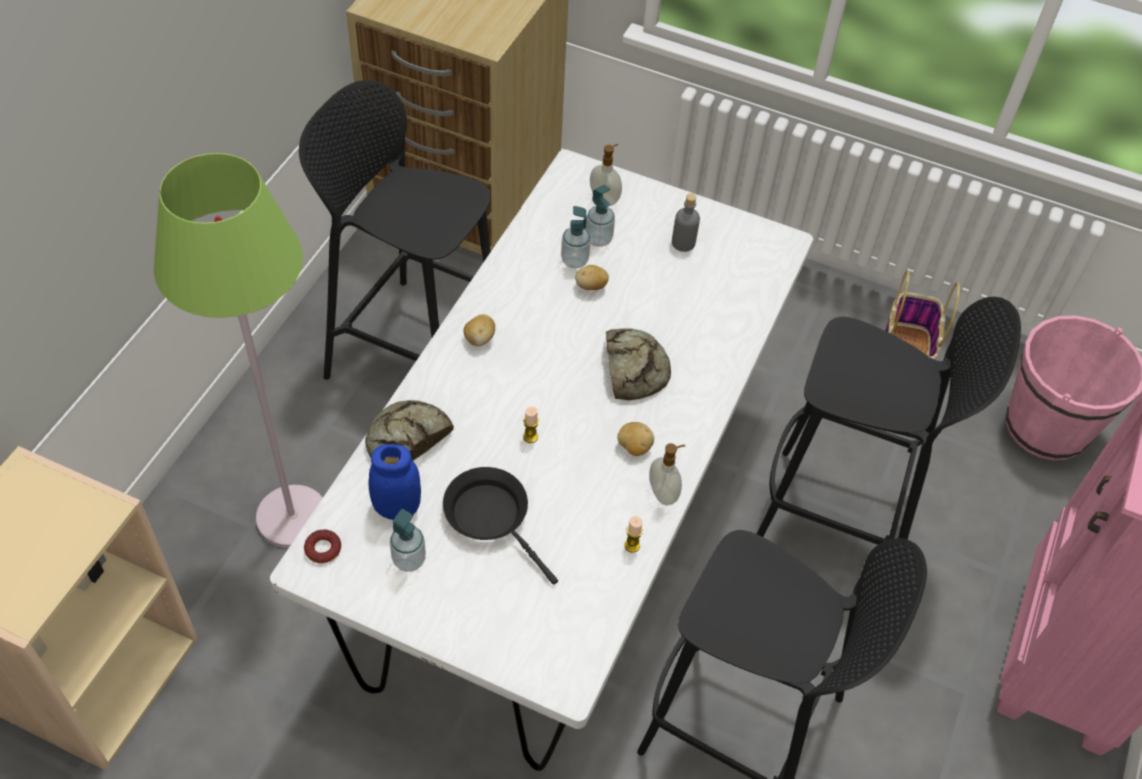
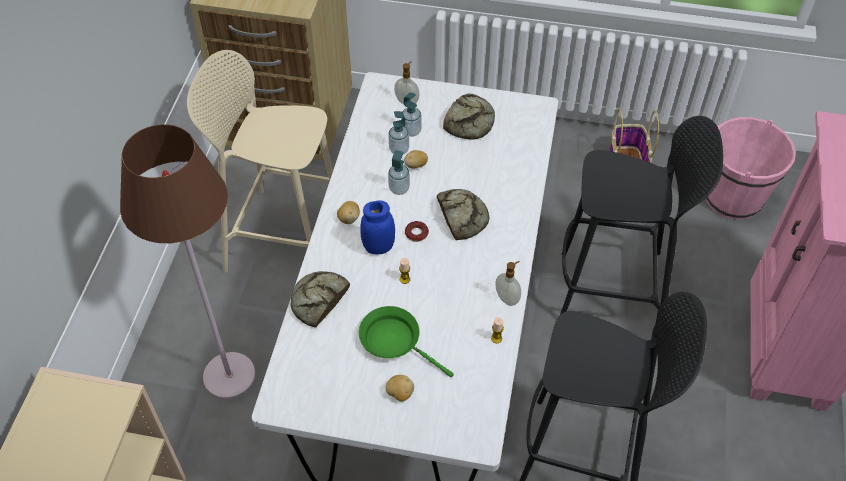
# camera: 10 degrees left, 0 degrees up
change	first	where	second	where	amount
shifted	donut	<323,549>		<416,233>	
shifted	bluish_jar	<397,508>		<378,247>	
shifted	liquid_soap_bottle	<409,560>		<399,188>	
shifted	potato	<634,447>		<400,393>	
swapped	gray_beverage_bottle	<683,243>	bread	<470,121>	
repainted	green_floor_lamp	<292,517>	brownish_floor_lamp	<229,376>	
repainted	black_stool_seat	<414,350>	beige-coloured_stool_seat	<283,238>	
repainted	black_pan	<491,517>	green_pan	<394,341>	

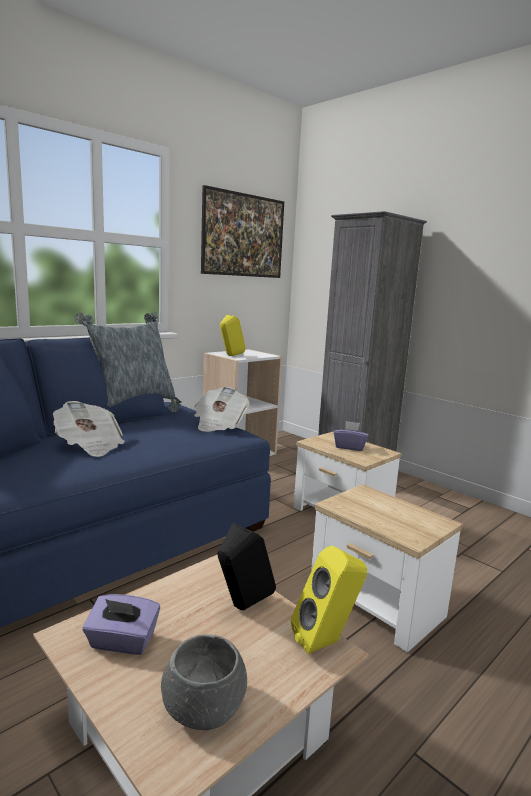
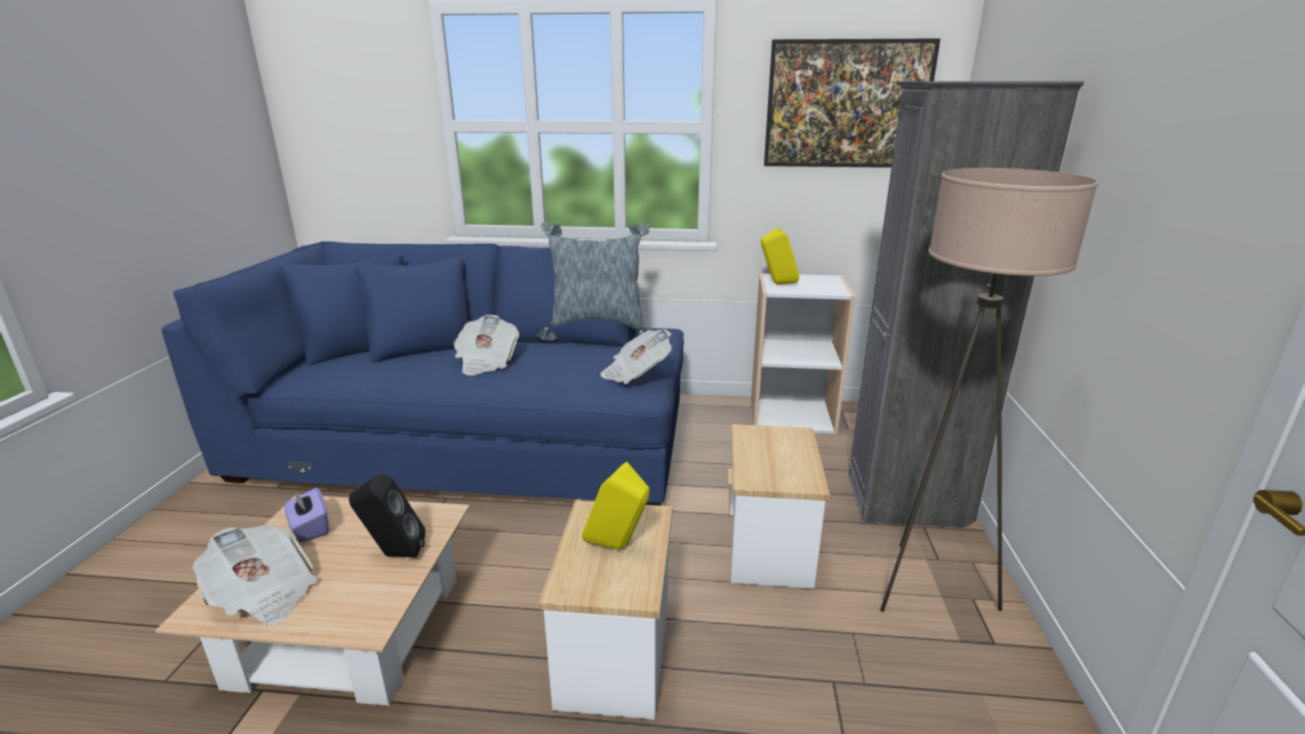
# camera: 50 degrees right, 10 degrees up
change	first	where	second	where	amount
gone	purple_tissue_box	<350,447>			
new			beige-coloured_floor_lamp	<927,587>	
shifted	yellowish_loudspeaker	<327,642>		<618,547>	
swapped	gray_bowl	<204,705>	printed_paper	<264,595>	

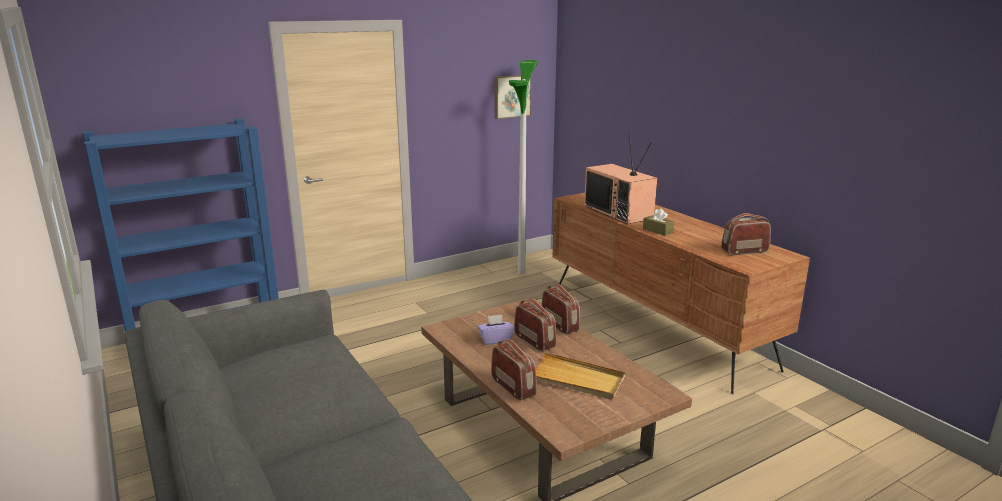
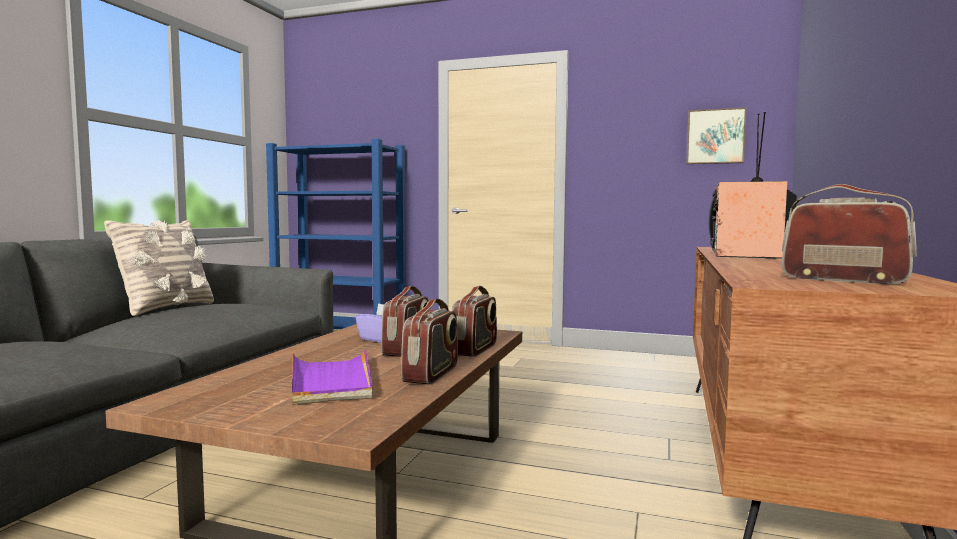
# camera: 50 degrees right, 15 degrees down
change	first	where	second	where	amount
gone	floor_lamp	<521,272>			
gone	brownish_tissue_box	<657,230>			
new			beige-coloured_cushion	<166,308>	
shifted	radio_receiver	<513,387>		<432,374>	
repainted	beige-coloured_serving_tray	<576,379>	purple_serving_tray	<331,380>	

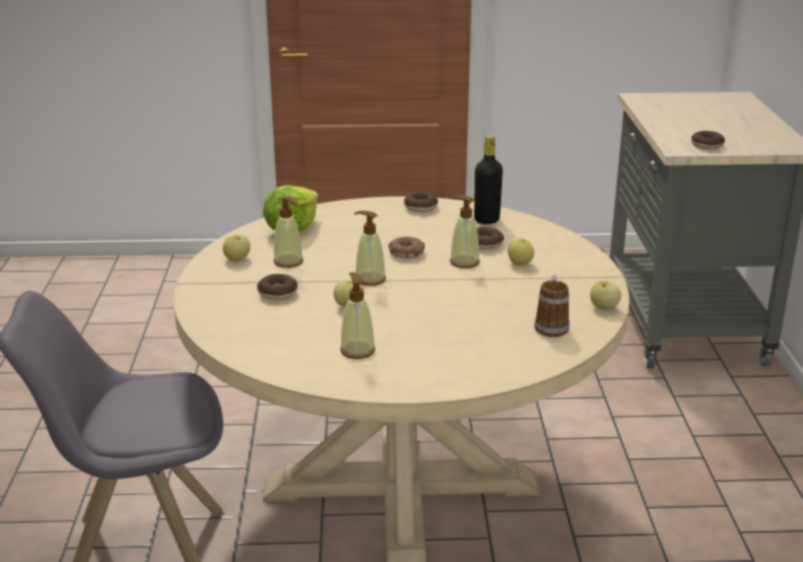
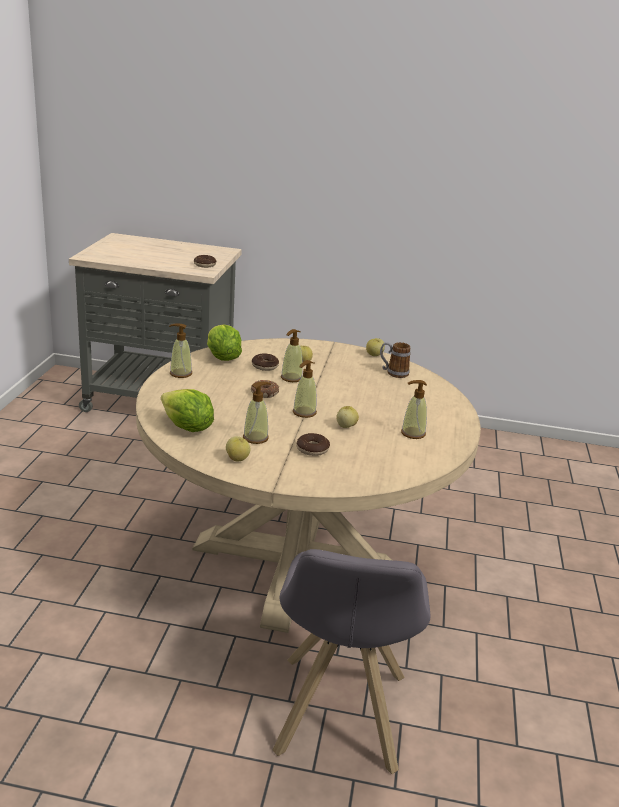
# camera: 80 degrees left, 0 degrees up
change	first	where	second	where	amount
swapped	donut	<420,207>	liquid_soap_bottle	<180,373>	
swapped	black_beverage_bottle	<486,220>	head_of_lettuce	<222,357>	

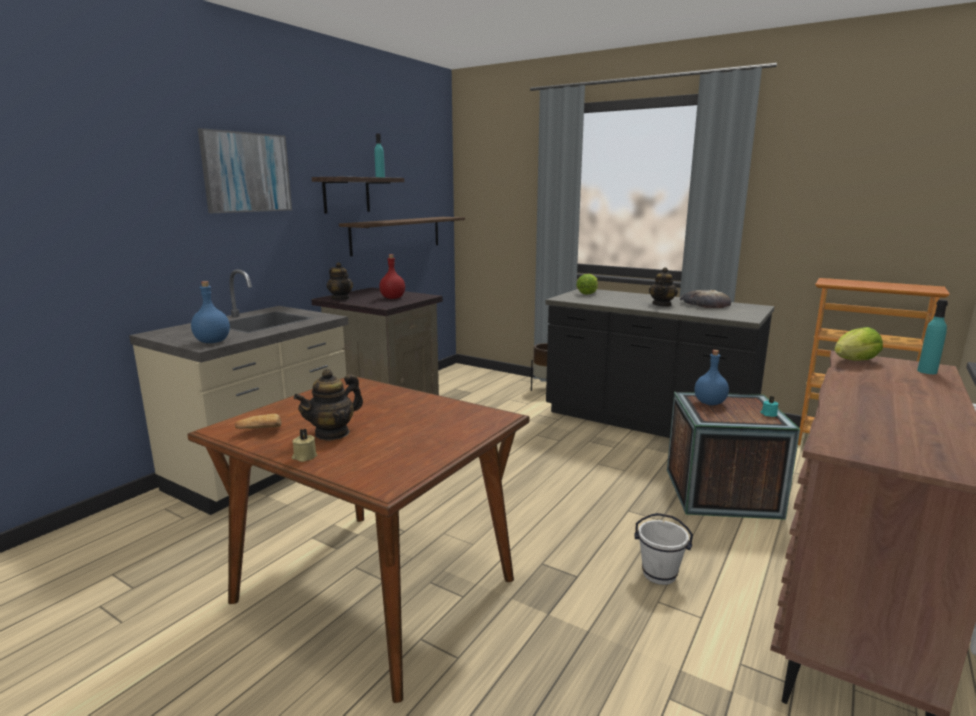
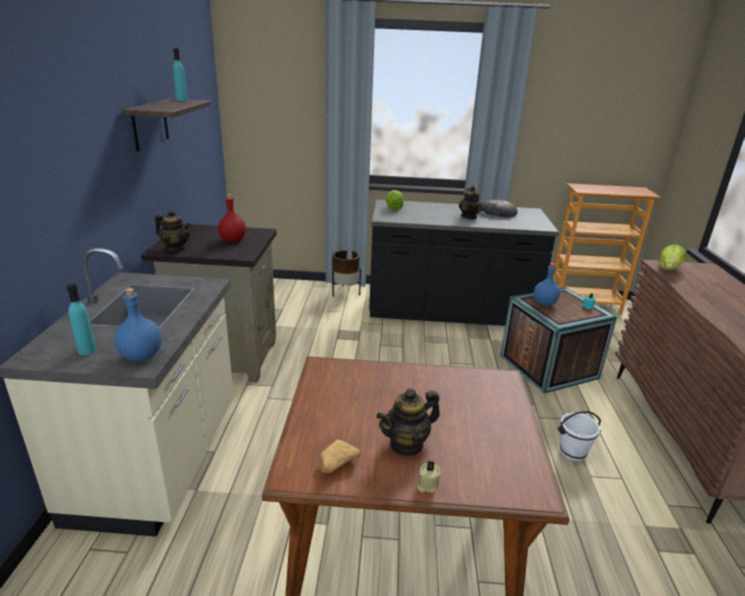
# camera: 30 degrees left, 10 degrees up
change	first	where	second	where	amount
gone	wall_art	<246,172>			
gone	wall_shelf	<396,235>			
shifted	turquoise-coloured_beverage_bottle	<927,371>		<87,350>	
rotated	teapot	<332,433>		<407,444>	45 degrees clockwise

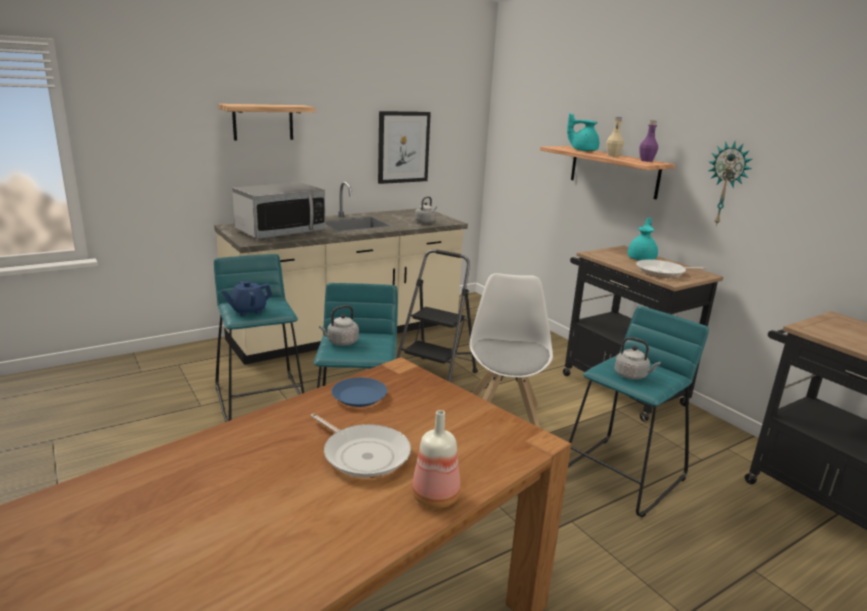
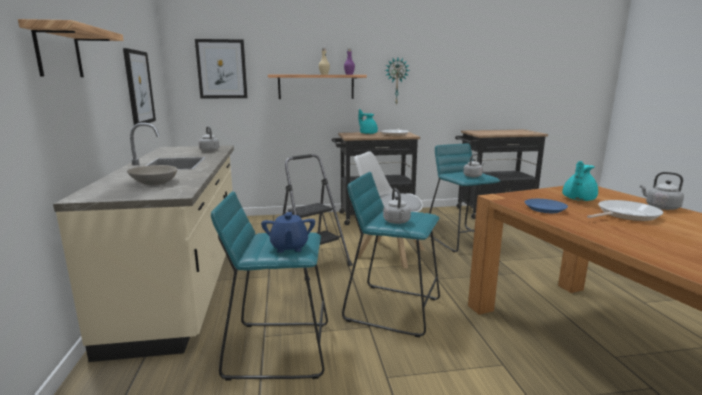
# camera: 65 degrees left, 5 degrees down
change	first	where	second	where	amount
new			wall_art	<222,69>	
shifted	turquoise-coloured_teapot	<583,150>		<577,199>	
swapped	microwave_oven	<280,231>	gray_bowl	<154,182>	
swapped	beverage_bottle	<434,496>	gray_water_kettle	<660,207>	

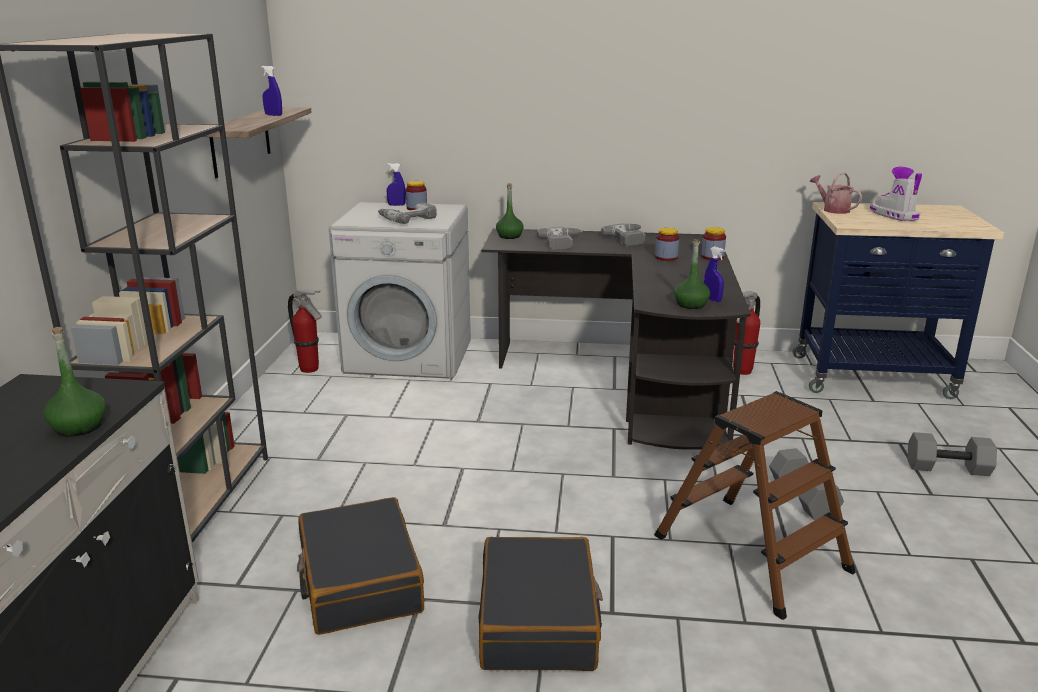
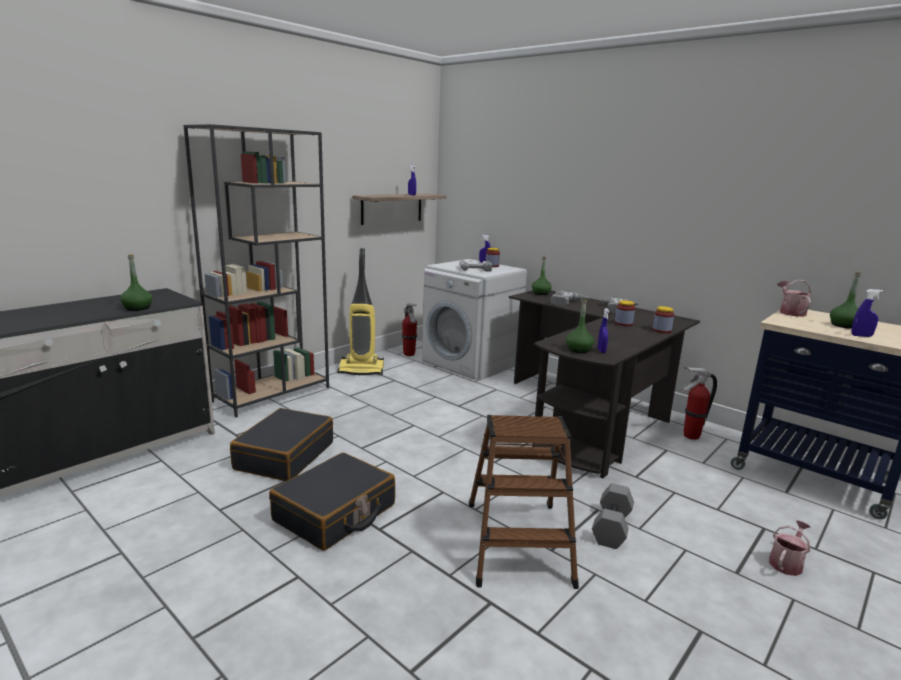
# camera: 35 degrees right, 5 degrees down
change	first	where	second	where	amount
new			hoover	<362,370>	
new			bluish_sprayer	<861,336>	
swapped	high-top_boot	<893,215>	green_beverage_bottle	<844,325>	
swapped	gray_hand_weight	<948,467>	watering_pot	<787,563>	

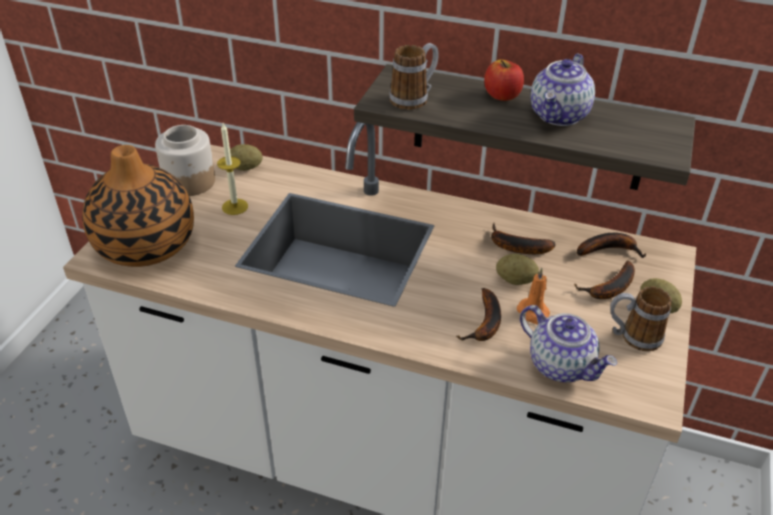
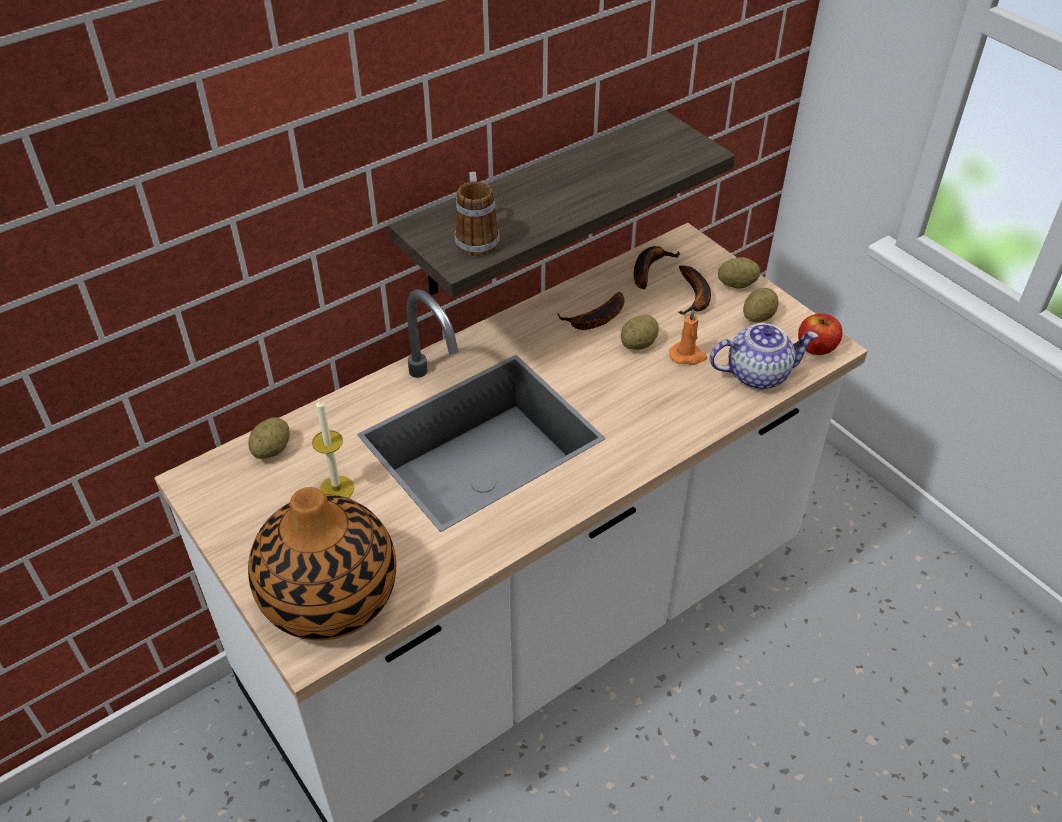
# camera: 55 degrees left, 5 degrees up
change	first	where	second	where	amount
gone	jar	<188,181>			
gone	whole_banana	<485,324>			
gone	teapot	<559,116>			
shifted	apple_fruit	<502,96>		<816,347>	
swapped	mug	<633,337>	potato	<758,317>	

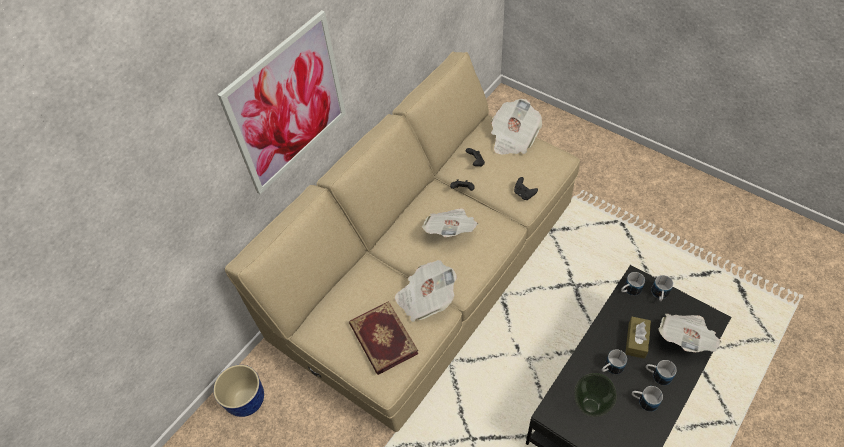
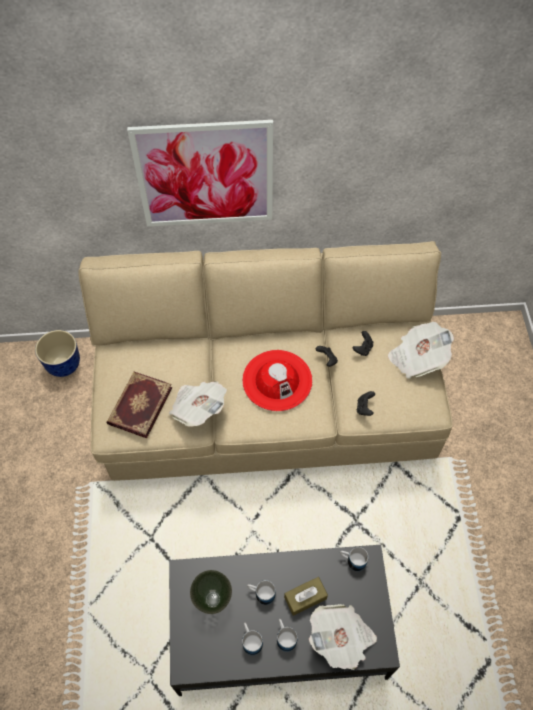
# camera: 45 degrees right, 5 degrees up
change	first	where	second	where	amount
gone	mug	<659,295>			
swapped	printed_paper	<451,231>	red-coloured_hat	<277,380>	

